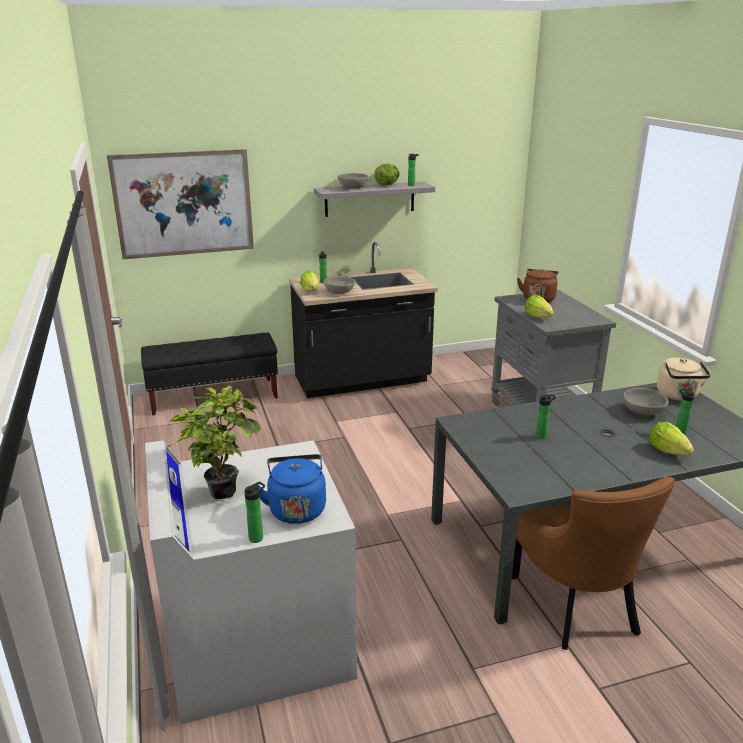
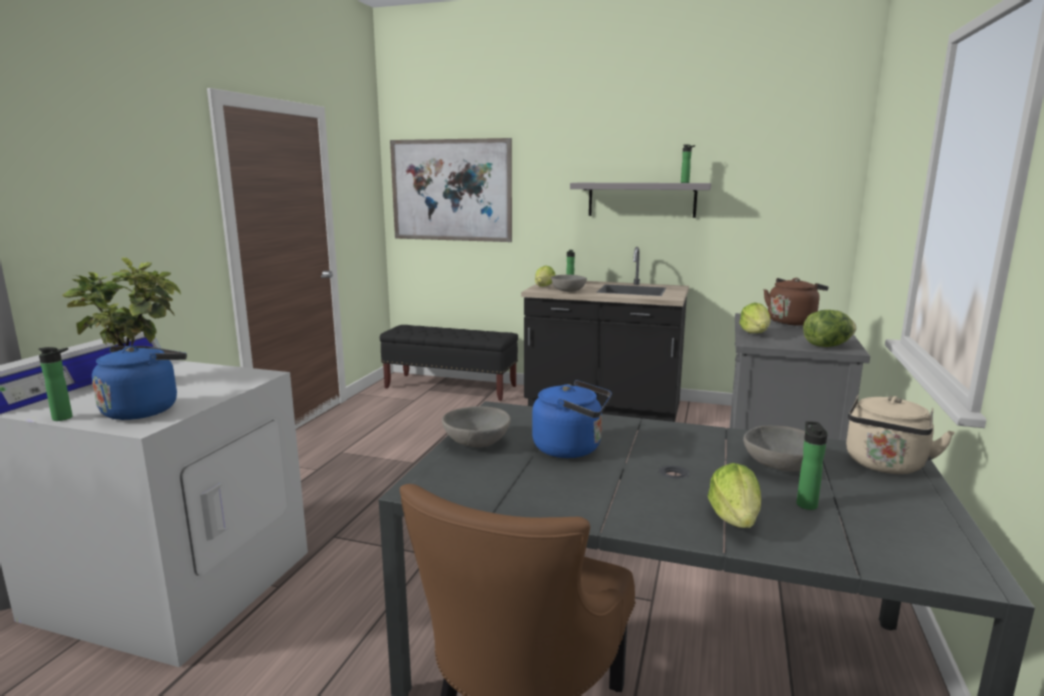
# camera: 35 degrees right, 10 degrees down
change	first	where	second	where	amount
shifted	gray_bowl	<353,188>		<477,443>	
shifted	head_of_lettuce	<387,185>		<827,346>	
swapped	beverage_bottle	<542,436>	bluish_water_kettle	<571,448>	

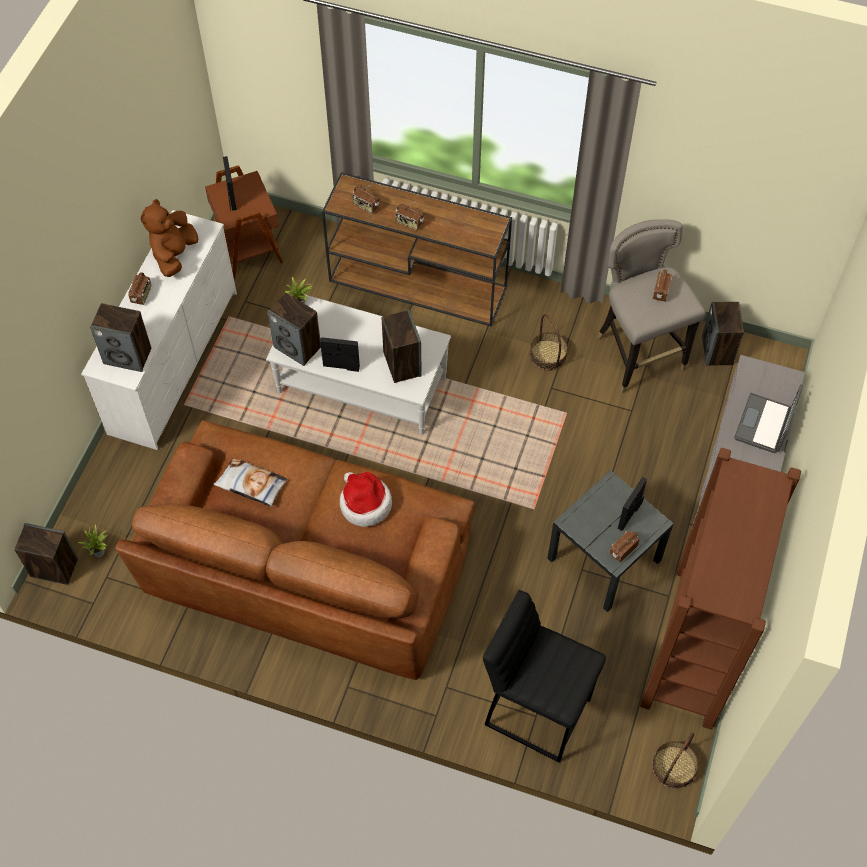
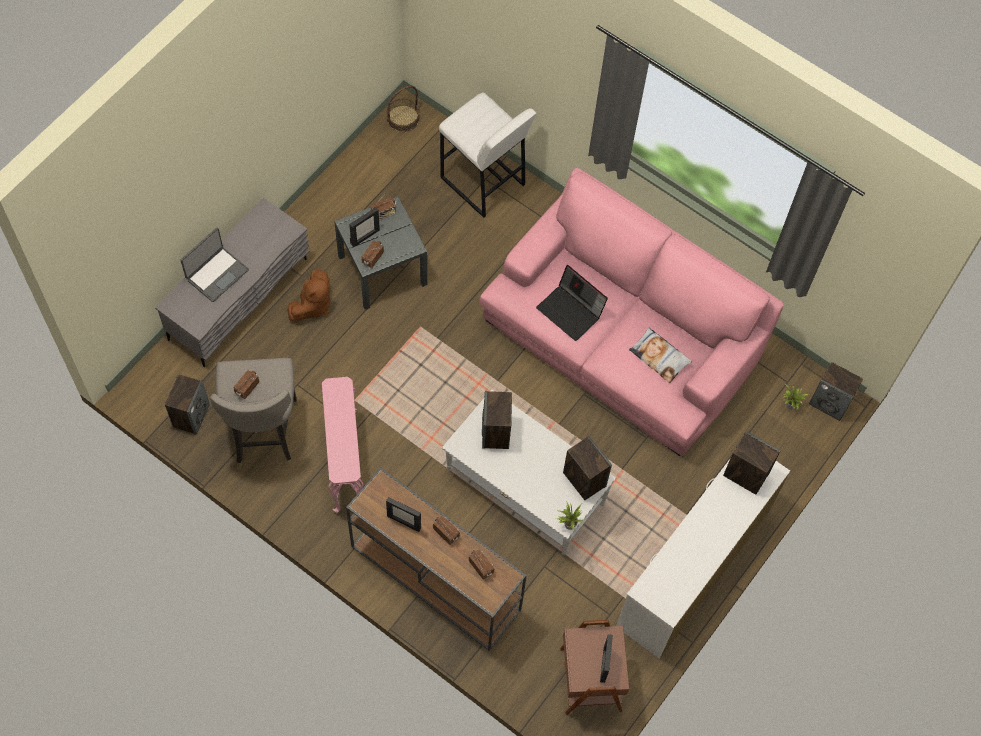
# camera: 165 degrees left, 5 degrees up
change	first	where	second	where	amount
gone	brownish_shelving_unit	<694,646>			
shifted	radio_receiver	<142,295>		<372,258>	
shifted	brownish_plush_toy	<174,255>		<312,305>	
shifted	photo_frame	<341,367>		<404,521>	
swapped	hat	<364,503>	laptop	<571,311>	
swapped	household_basket	<548,355>	pink_side_table	<344,461>	
repainted	brownish_settee	<307,568>	pink_settee	<621,337>	
repainted	black_stool_seat	<535,710>	white_stool_seat	<484,182>	

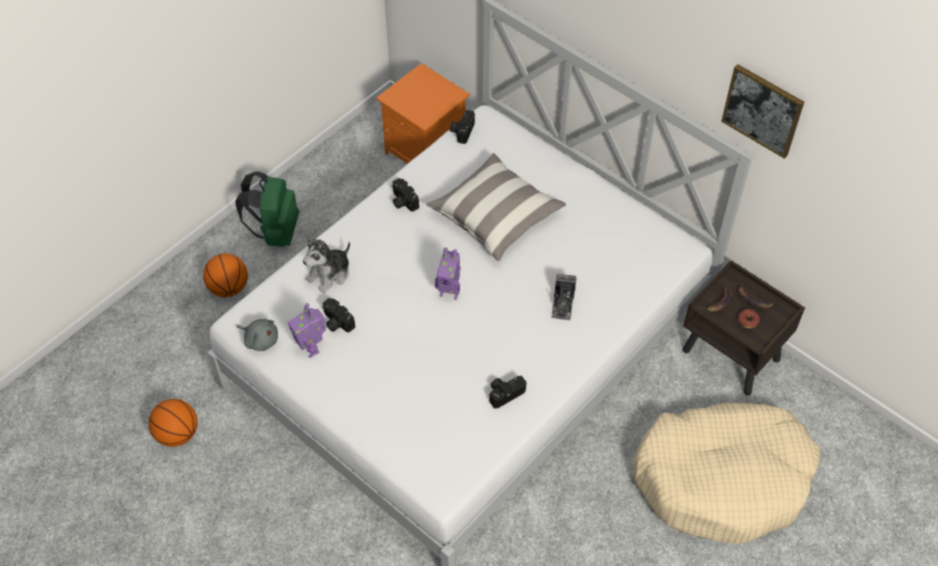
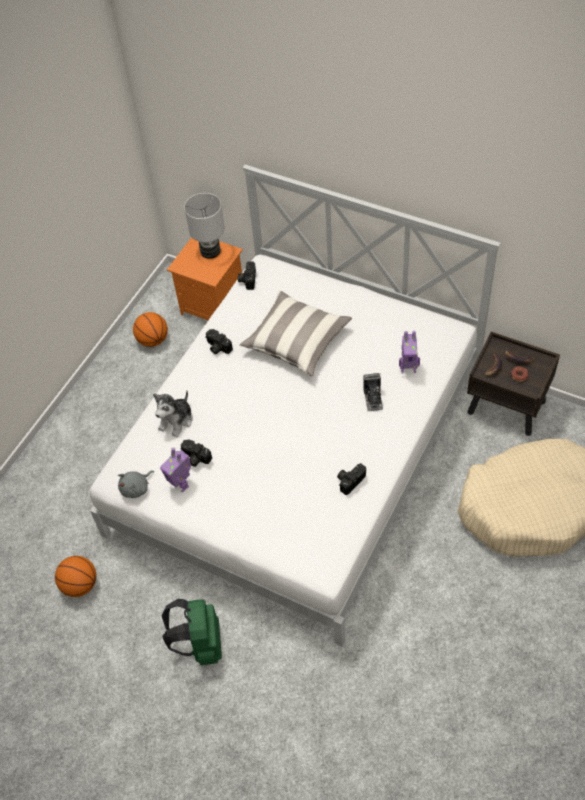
# camera: 10 degrees left, 0 degrees up
change	first	where	second	where	amount
gone	wall_art	<762,110>			
new			gray_lamp_for_a_table	<210,251>	
shifted	basketball	<229,288>		<153,340>	
shifted	green_knapsack	<275,232>		<200,644>	
shifted	model_robot	<449,292>		<408,368>	
rotated	gray_plush_toy	<260,340>		<136,488>	120 degrees clockwise

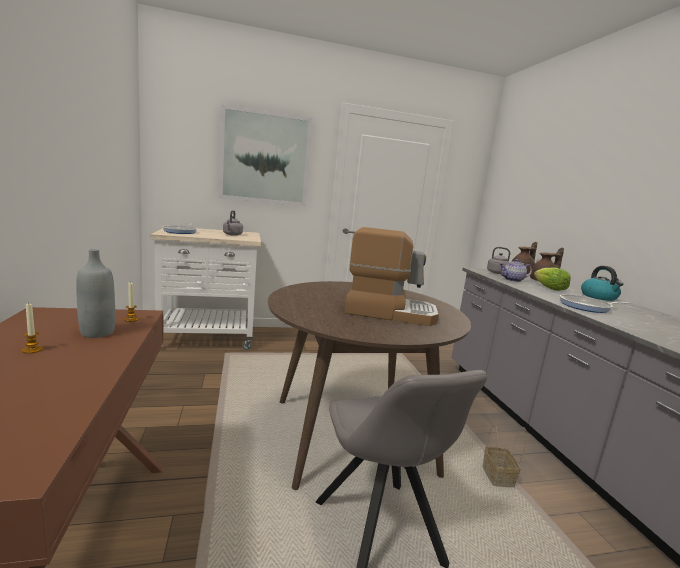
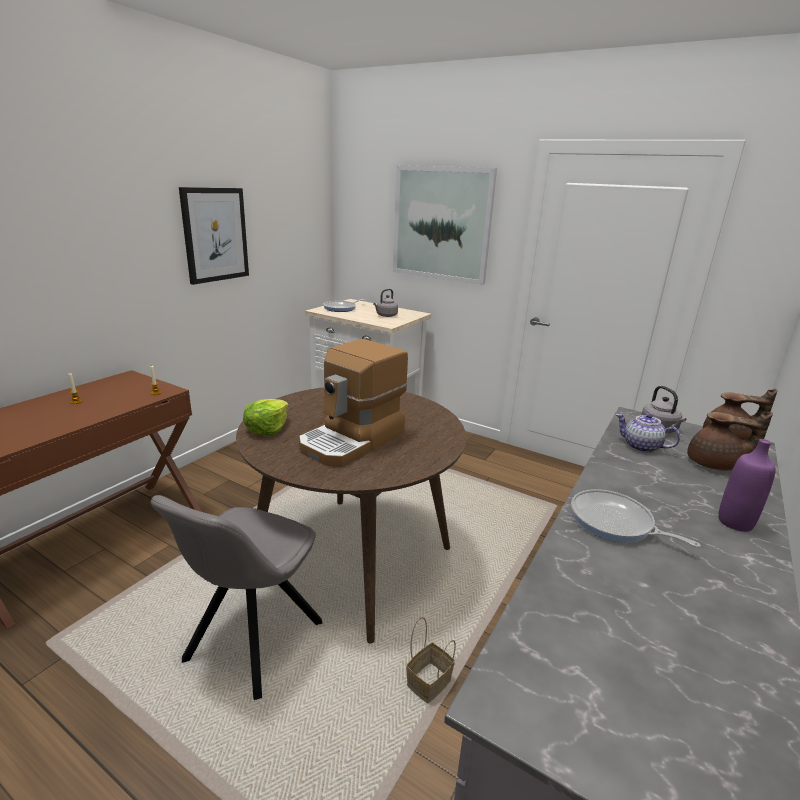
# camera: 45 degrees right, 10 degrees up
change	first	where	second	where	amount
gone	gray_beverage_bottle	<97,333>			
new			wall_art	<215,235>	
shifted	head_of_lettuce	<549,288>		<267,429>	
swapped	water_kettle	<599,297>	purple_beverage_bottle	<735,522>	
rotated	coffee_brewer	<389,312>		<353,440>	75 degrees clockwise

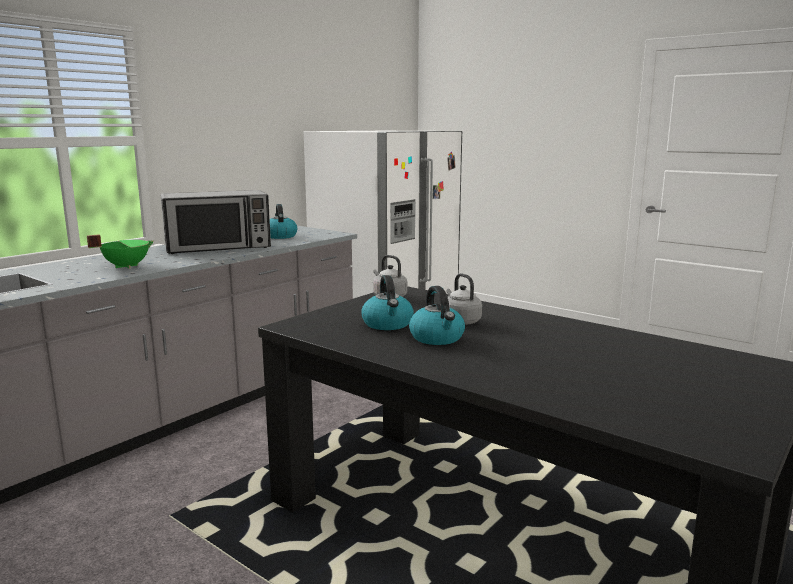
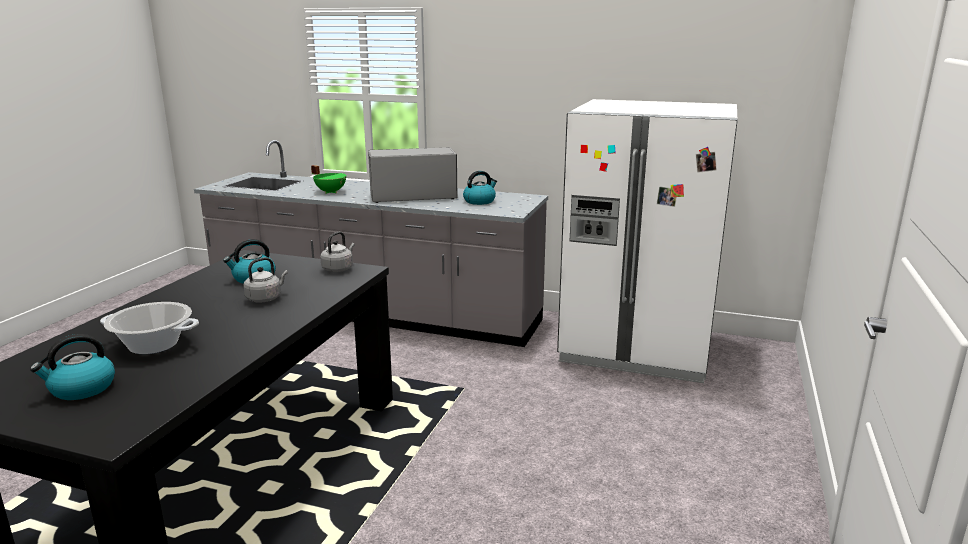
# camera: 70 degrees right, 5 degrees up
change	first	where	second	where	amount
new			stockpot	<153,345>	
shifted	water_kettle	<437,338>		<81,389>	
rotated	microwave_oven	<218,247>		<412,196>	120 degrees clockwise

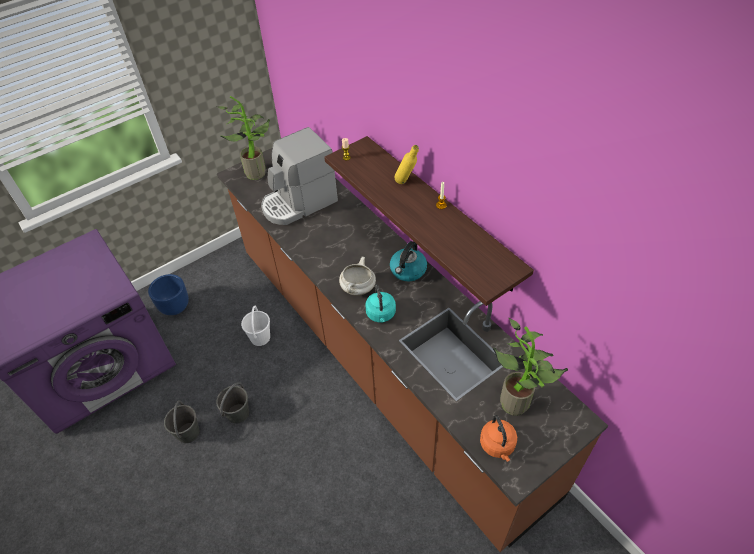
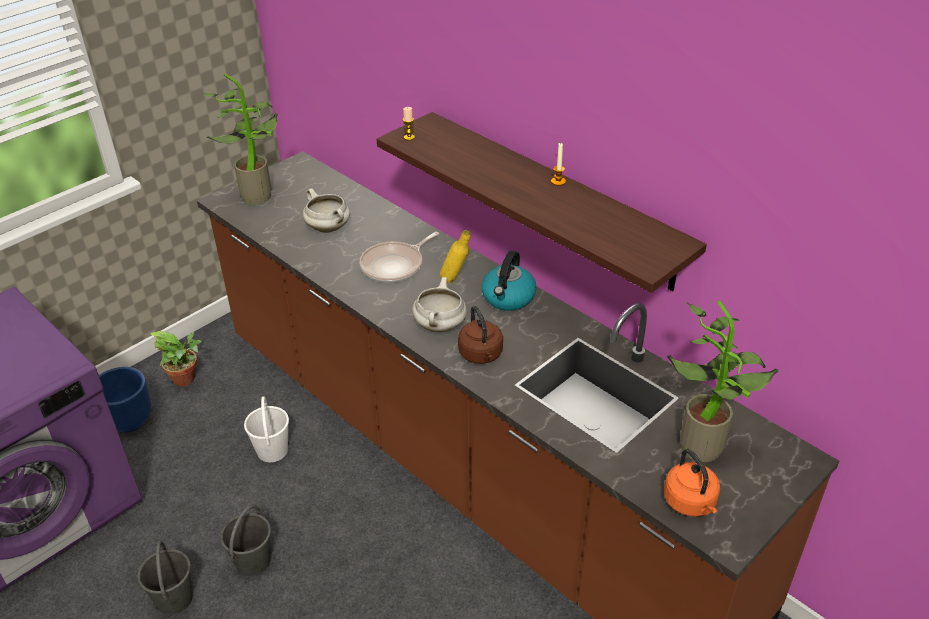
# camera: 10 degrees left, 10 degrees down
change	first	where	second	where	amount
new			plant_in_a_pot	<187,379>	
new			pan	<395,265>	
shifted	yellowish_beverage_bottle	<406,183>		<455,281>	
swapped	coffee_brewer	<299,203>	white_stockpot	<329,228>	
repainted	turquoise-coloured_water_kettle	<381,314>	brownish_water_kettle	<481,355>	

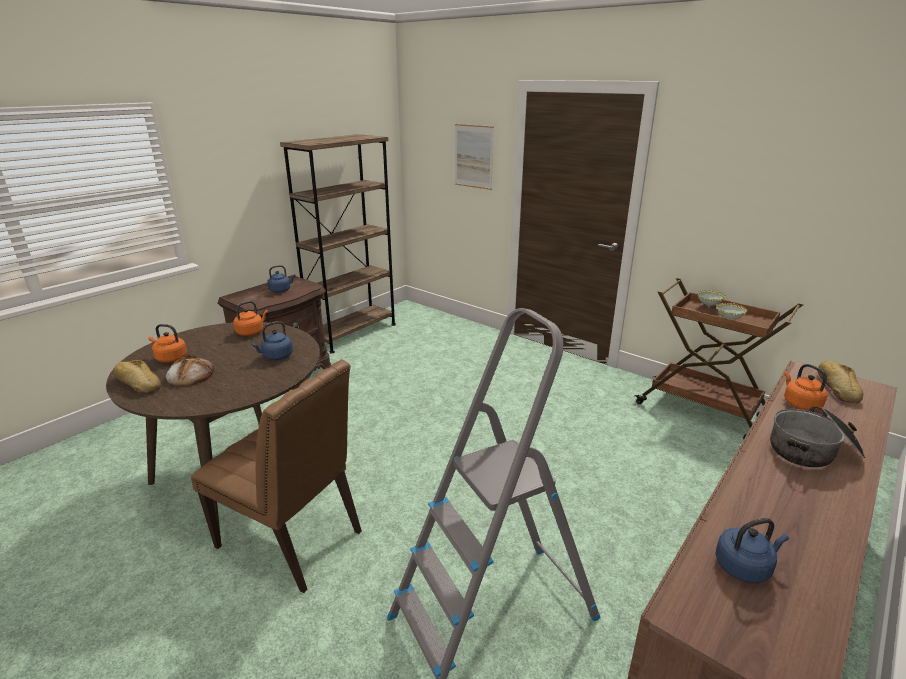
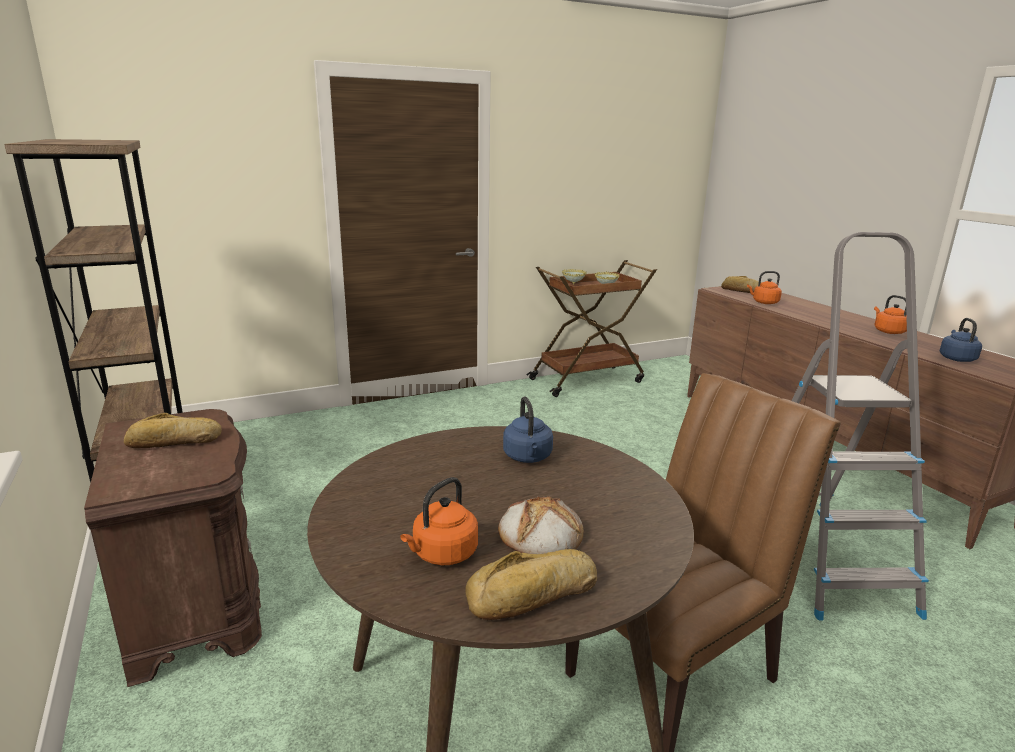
# camera: 65 degrees left, 5 degrees down
change	first	where	second	where	amount
gone	wall_art	<473,156>			
gone	stockpot	<813,451>			
shifted	orangey_water_kettle	<251,332>		<888,331>	
swapped	bluish_water_kettle	<281,290>	bread	<173,441>	

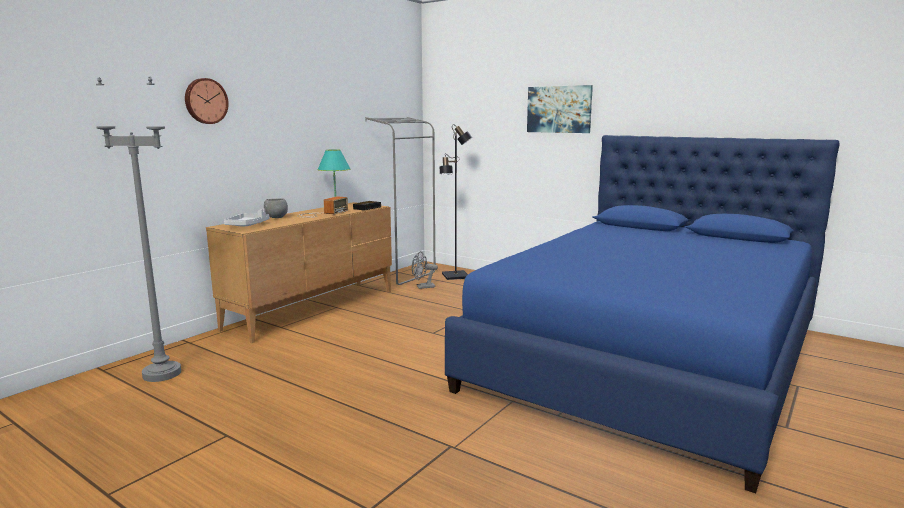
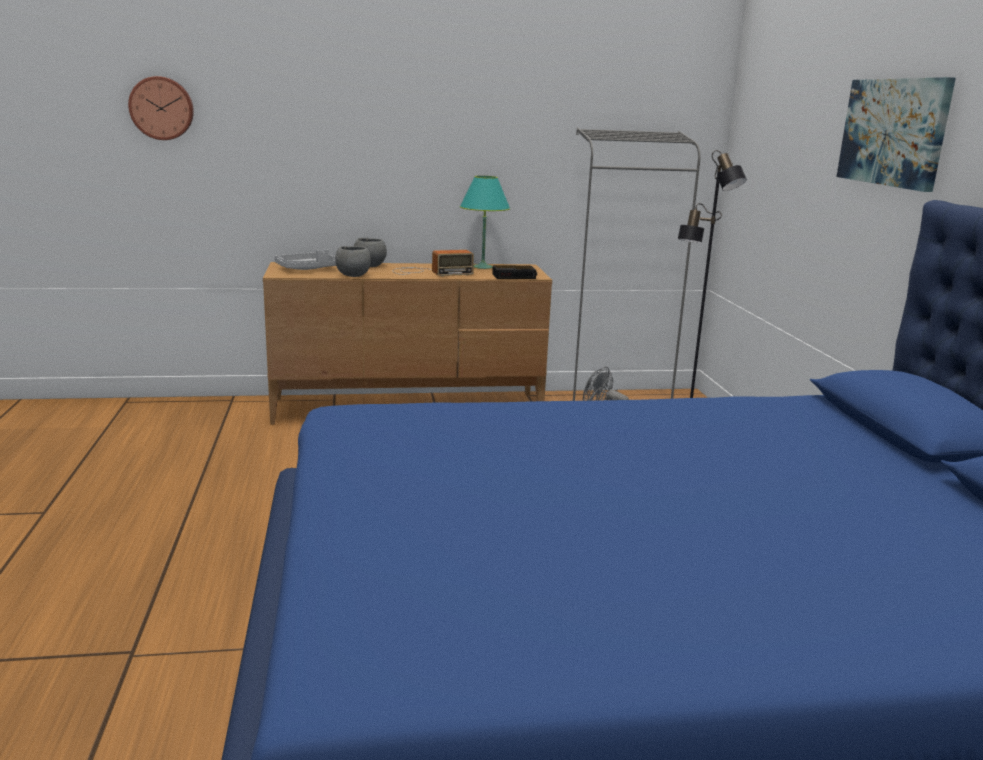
# camera: 45 degrees right, 5 degrees up
change	first	where	second	where	amount
gone	gray_floor_lamp	<162,374>			
new			gray_bowl	<353,275>	
shifted	clock_on_the_wall	<205,101>		<162,108>	

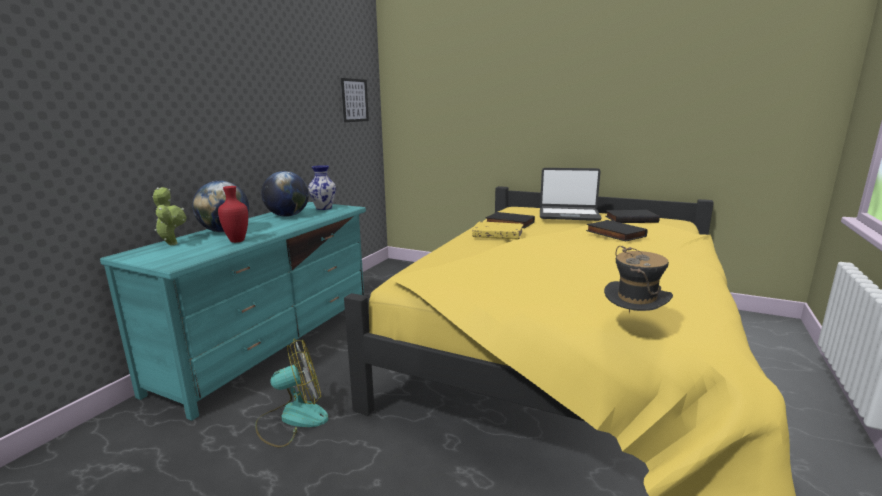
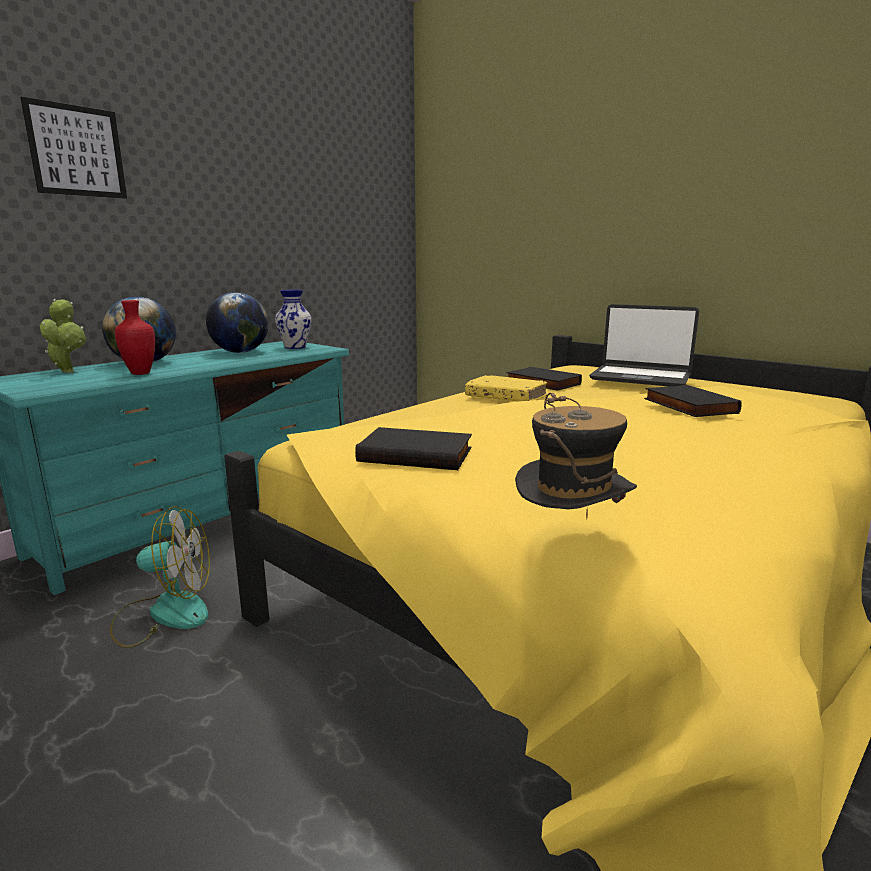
# camera: 15 degrees right, 0 degrees up
change	first	where	second	where	amount
shifted	wall_art	<354,100>		<76,151>	
shifted	black_bound_book	<631,219>		<417,454>	

